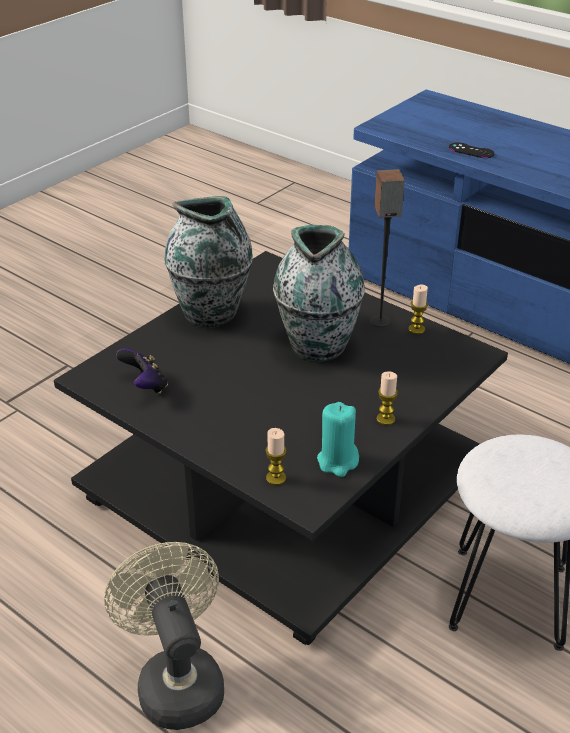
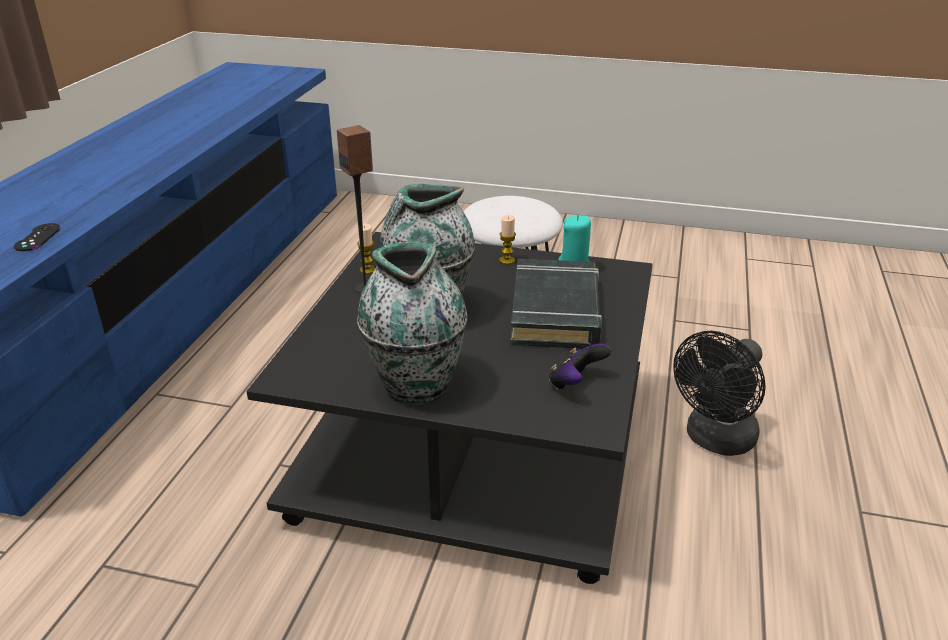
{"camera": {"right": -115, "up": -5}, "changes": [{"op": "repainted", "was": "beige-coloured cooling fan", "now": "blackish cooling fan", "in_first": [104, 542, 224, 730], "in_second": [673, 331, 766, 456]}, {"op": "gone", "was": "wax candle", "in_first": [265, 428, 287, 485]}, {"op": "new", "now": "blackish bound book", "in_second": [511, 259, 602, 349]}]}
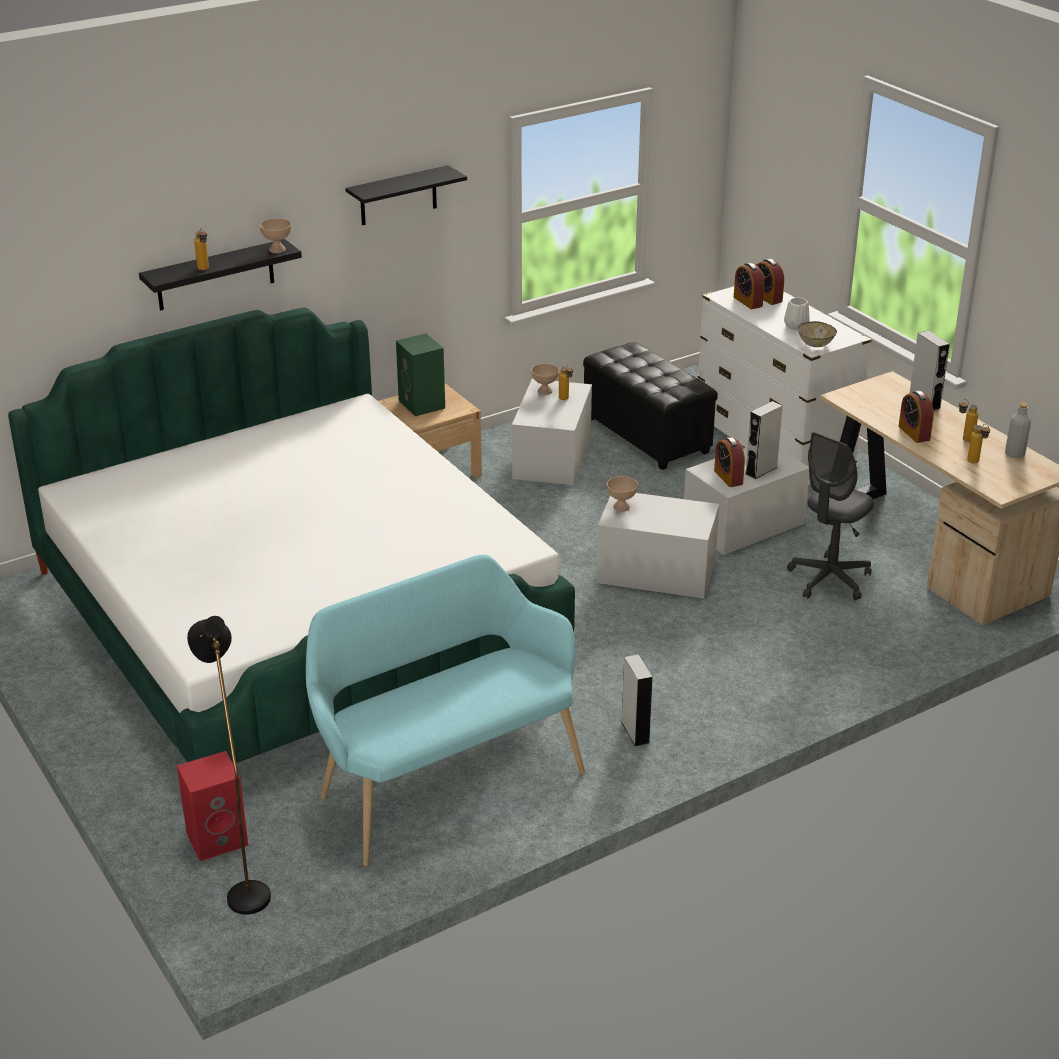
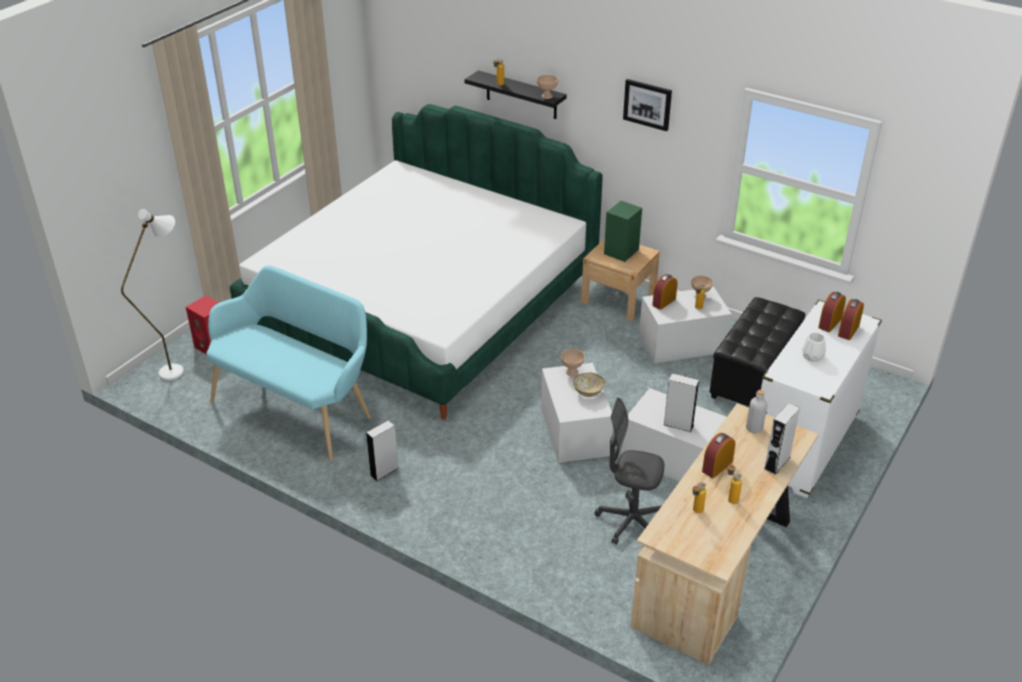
{"camera": {"right": 65, "up": 5}, "changes": [{"op": "repainted", "was": "blackish standard lamp", "now": "white-coloured standard lamp", "in_first": [187, 616, 271, 915], "in_second": [121, 209, 184, 381]}, {"op": "swapped", "was": "blackish wall shelf", "now": "picture", "in_first": [345, 165, 467, 225], "in_second": [623, 79, 672, 131]}, {"op": "shifted", "was": "bedside clock", "in_first": [714, 437, 745, 487], "in_second": [652, 274, 677, 310]}, {"op": "shifted", "was": "bowl", "in_first": [798, 321, 837, 347], "in_second": [573, 373, 605, 397]}, {"op": "shifted", "was": "grey drink bottle", "in_first": [1005, 402, 1031, 458], "in_second": [746, 390, 768, 433]}]}
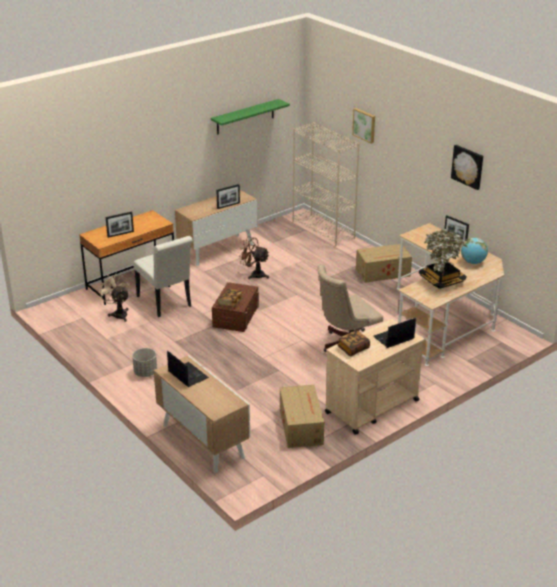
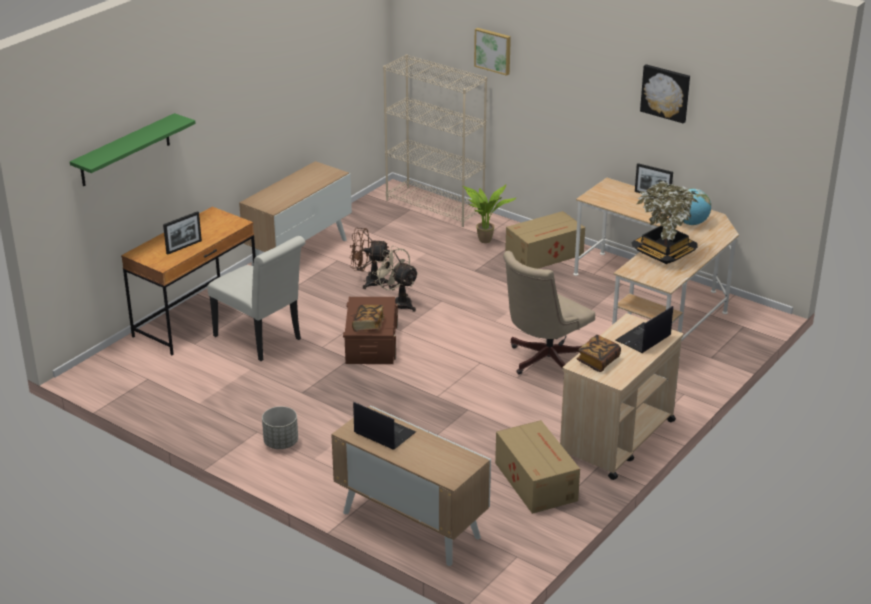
{"camera": {"right": -15, "up": 0}, "changes": [{"op": "shifted", "was": "beige-coloured cooling fan", "in_first": [98, 272, 130, 322], "in_second": [372, 246, 419, 312]}, {"op": "shifted", "was": "greenish wall shelf", "in_first": [211, 99, 290, 135], "in_second": [70, 113, 196, 186]}, {"op": "gone", "was": "photo frame", "in_first": [216, 184, 240, 209]}, {"op": "new", "now": "potted plant", "in_second": [462, 184, 517, 243]}]}
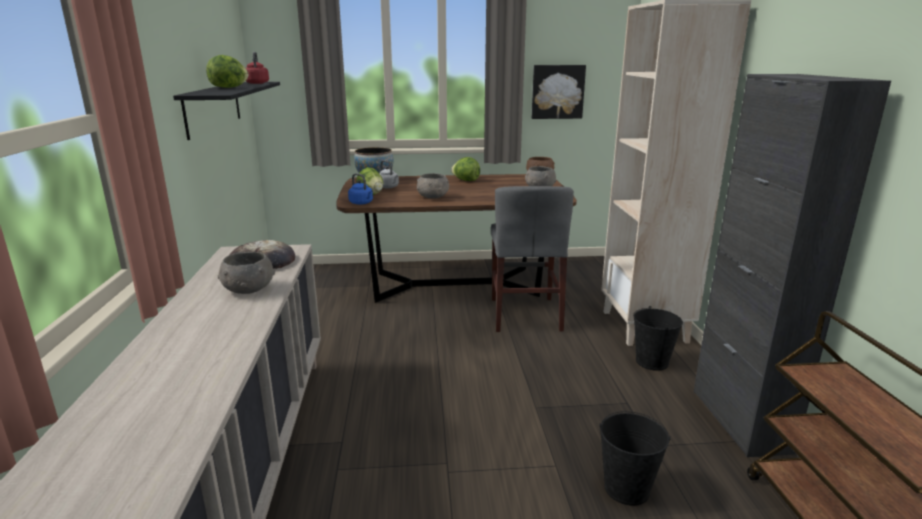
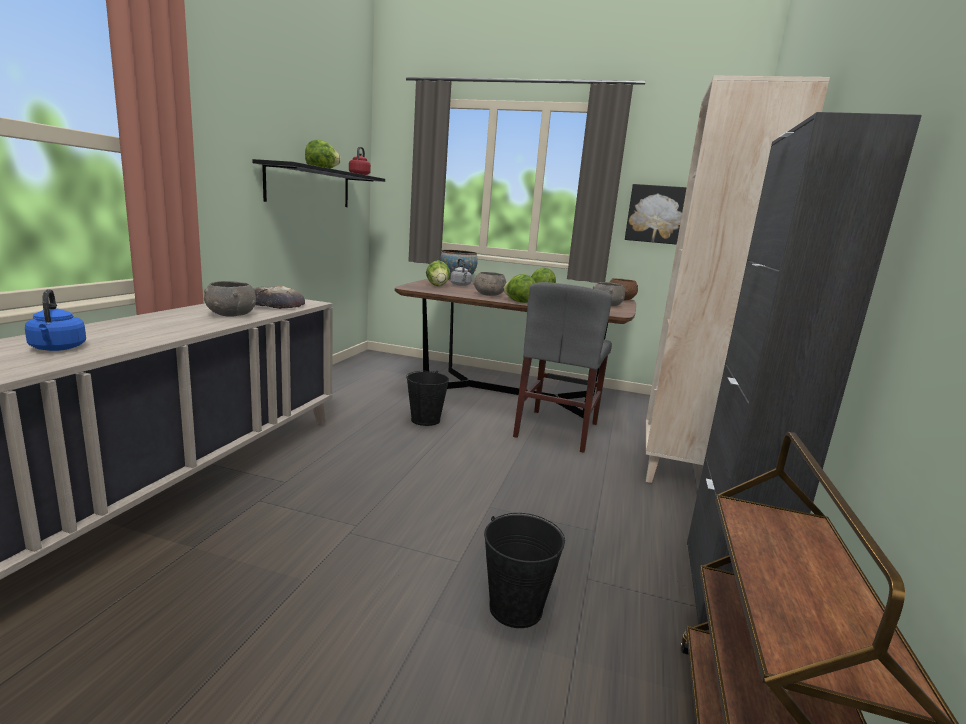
{"camera": {"right": 20, "up": -5}, "changes": [{"op": "shifted", "was": "blue tea kettle", "in_first": [348, 173, 373, 205], "in_second": [25, 289, 86, 351]}, {"op": "shifted", "was": "blackish pail", "in_first": [633, 306, 683, 371], "in_second": [406, 371, 449, 426]}, {"op": "new", "now": "lettuce head", "in_second": [504, 274, 536, 303]}]}
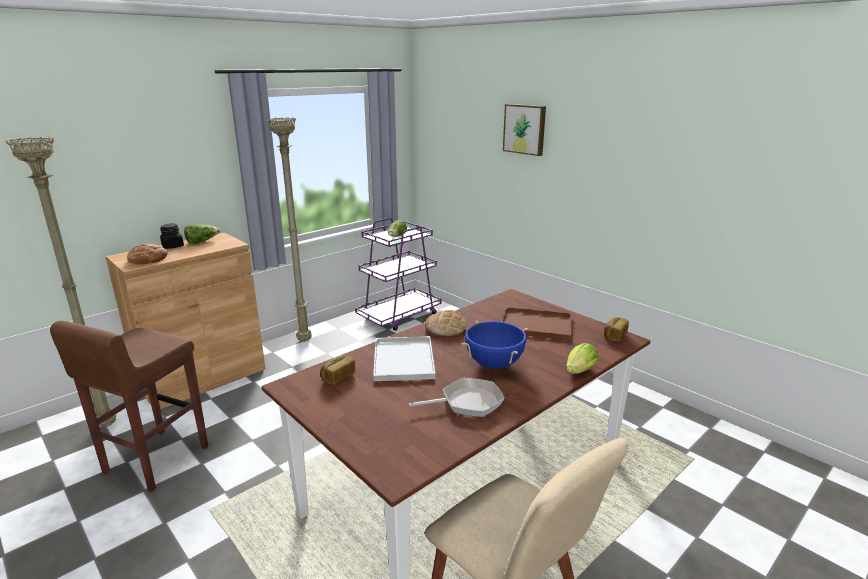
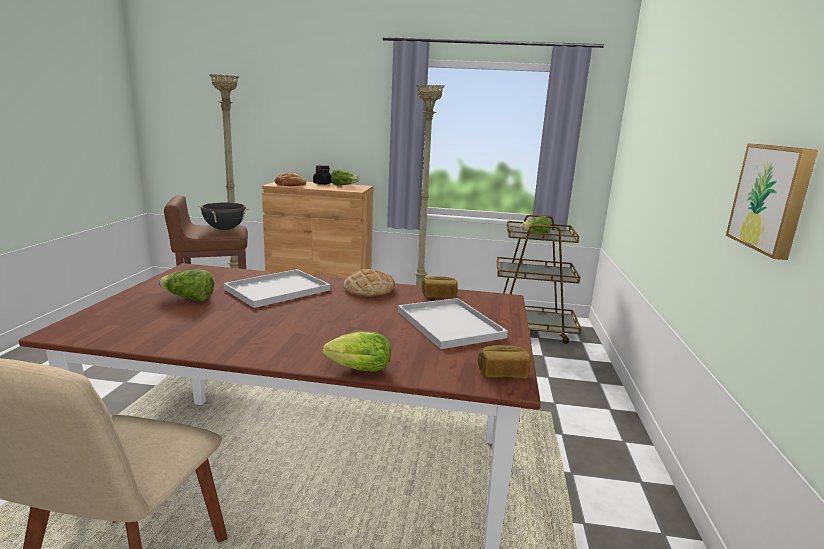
{"camera": {"right": 50, "up": -5}, "changes": [{"op": "shifted", "was": "bakery bread", "in_first": [320, 355, 355, 384], "in_second": [422, 276, 458, 299]}, {"op": "repainted", "was": "purplish trolley", "now": "brownish trolley", "in_first": [355, 218, 442, 331], "in_second": [497, 215, 581, 344]}, {"op": "gone", "was": "frying pan", "in_first": [409, 378, 505, 417]}, {"op": "gone", "was": "blue saucepot", "in_first": [462, 320, 528, 369]}, {"op": "repainted", "was": "brownish carrying tray", "now": "white-coloured carrying tray", "in_first": [502, 307, 572, 340], "in_second": [398, 298, 508, 349]}, {"op": "shifted", "was": "picture", "in_first": [503, 104, 546, 156], "in_second": [726, 144, 818, 260]}, {"op": "new", "now": "lettuce head", "in_second": [158, 269, 214, 301]}, {"op": "new", "now": "blackish saucepot", "in_second": [198, 202, 249, 230]}]}
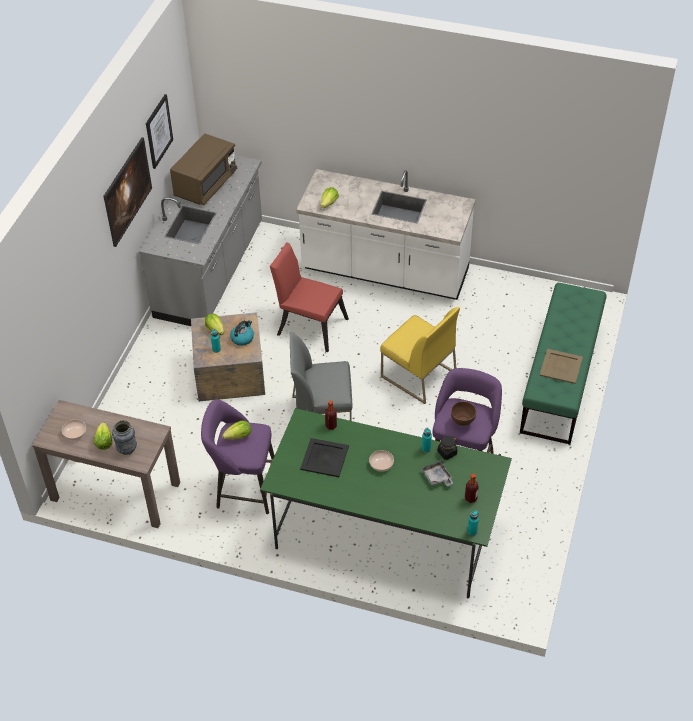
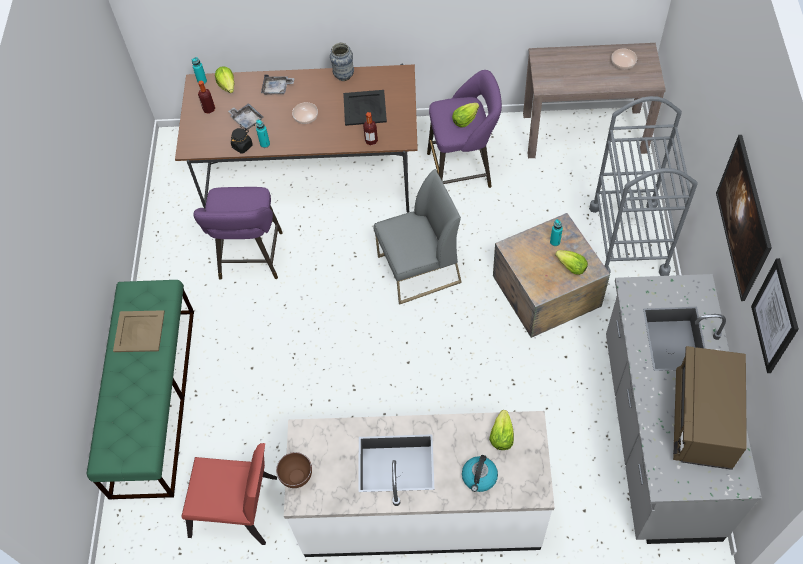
{"camera": {"right": 165, "up": 10}, "changes": [{"op": "shifted", "was": "lettuce head", "in_first": [94, 422, 113, 450], "in_second": [215, 66, 234, 93]}, {"op": "shifted", "was": "flower vase", "in_first": [112, 420, 137, 455], "in_second": [330, 43, 354, 81]}, {"op": "shifted", "was": "tea kettle", "in_first": [230, 320, 254, 346], "in_second": [462, 455, 498, 492]}, {"op": "repainted", "was": "greenish dining table", "now": "brownish dining table", "in_first": [260, 408, 512, 598], "in_second": [175, 63, 418, 213]}, {"op": "shifted", "was": "red chair", "in_first": [270, 242, 349, 352], "in_second": [181, 443, 277, 545]}, {"op": "gone", "was": "yellow chair", "in_first": [380, 307, 460, 404]}, {"op": "shifted", "was": "brownish bowl", "in_first": [451, 401, 476, 426], "in_second": [276, 452, 312, 488]}, {"op": "new", "now": "grey carrying tray", "in_second": [261, 75, 294, 95]}, {"op": "new", "now": "grey trolley", "in_second": [589, 96, 698, 276]}]}
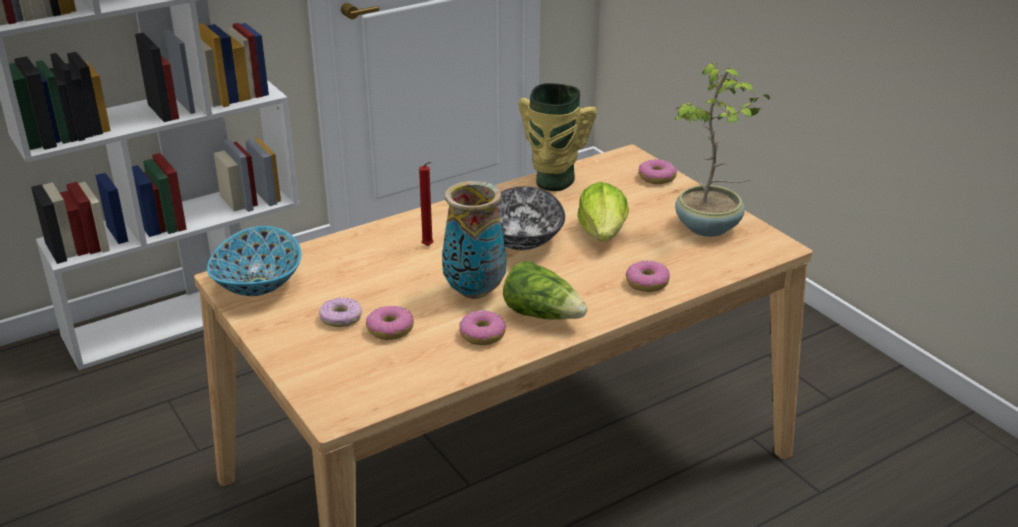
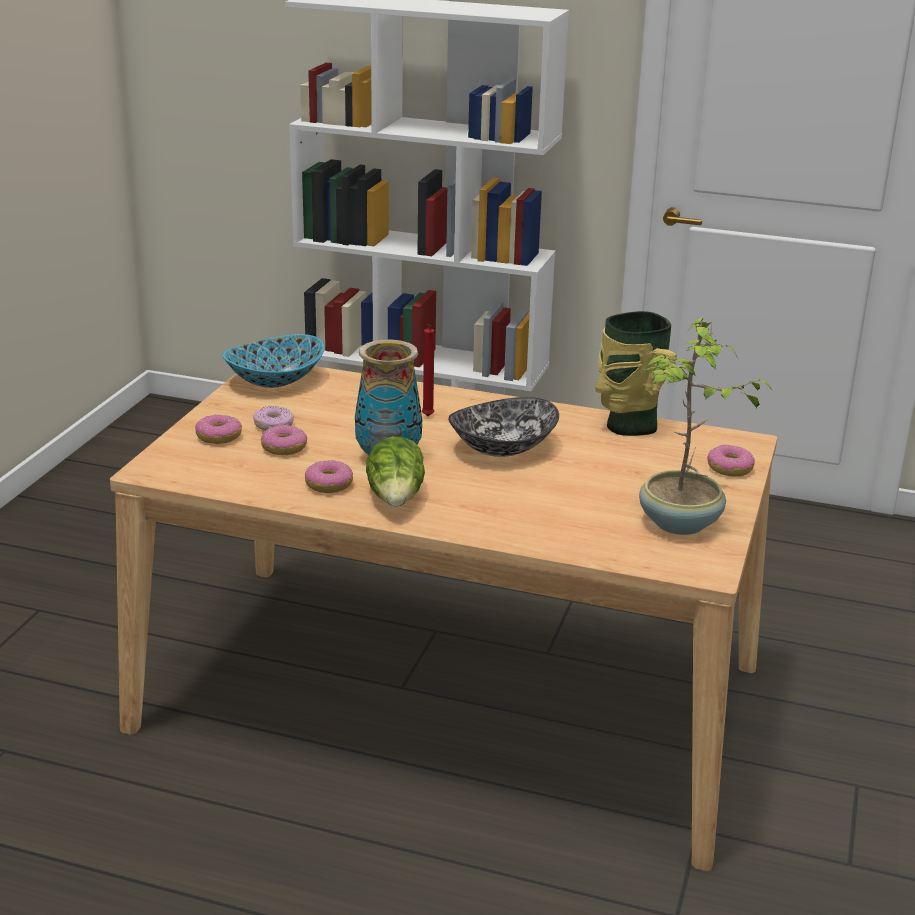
{"camera": {"right": 50, "up": -5}, "changes": [{"op": "gone", "was": "lettuce head", "in_first": [578, 182, 629, 242]}, {"op": "shifted", "was": "ring doughnut", "in_first": [626, 260, 670, 292], "in_second": [195, 414, 242, 444]}]}
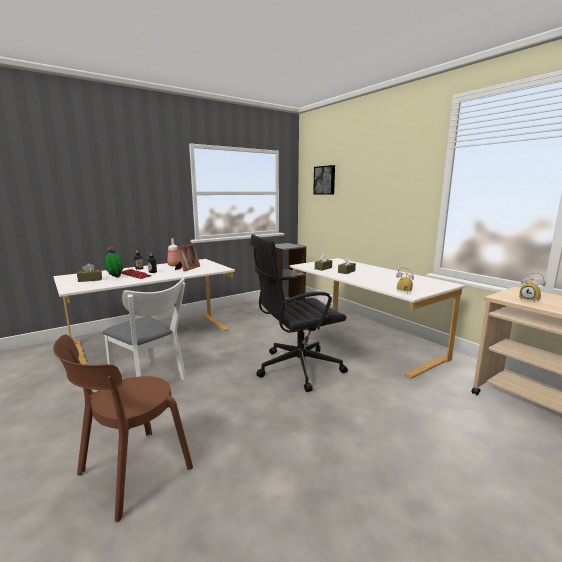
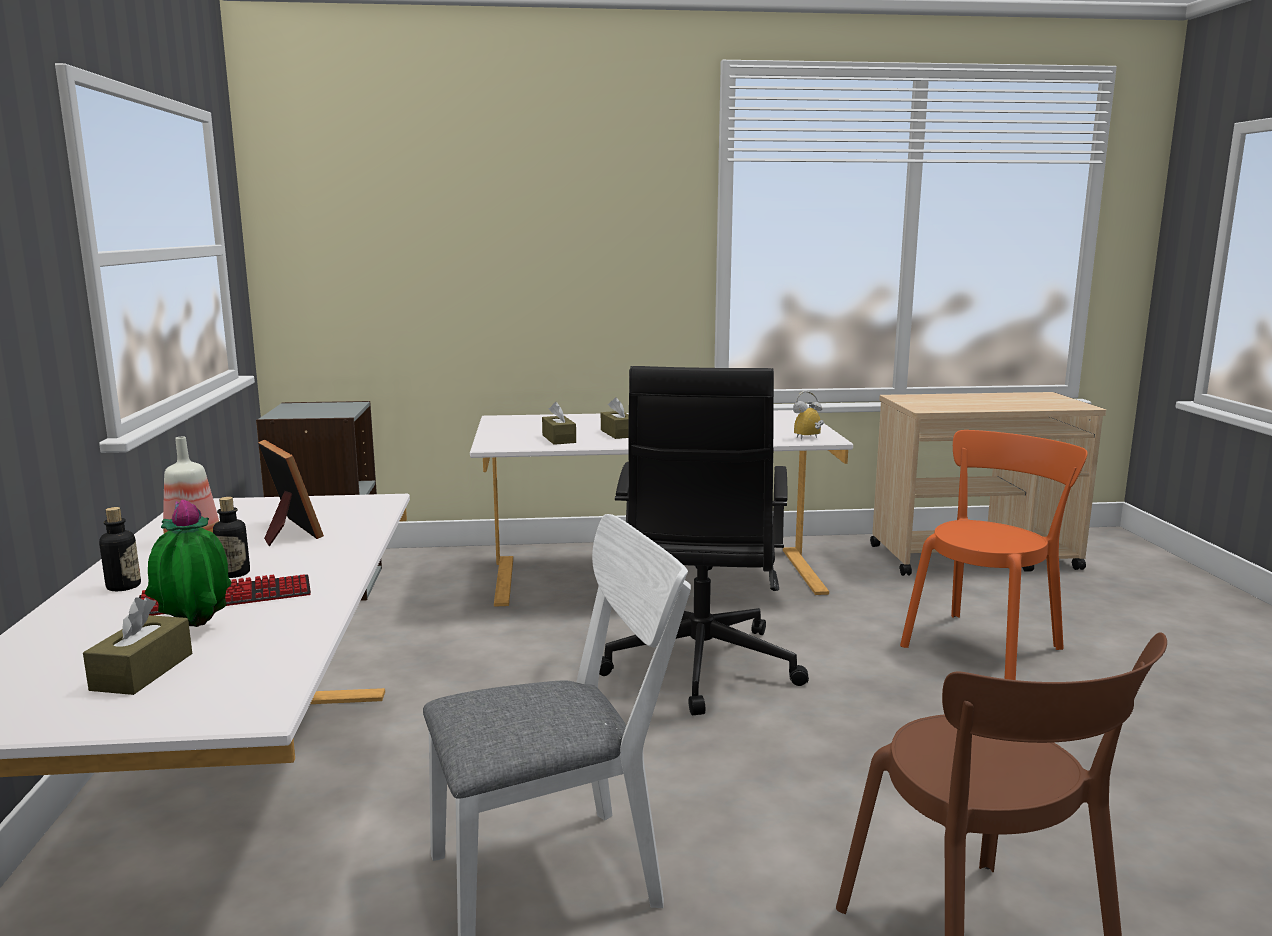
{"camera": {"right": -60, "up": 0}, "changes": [{"op": "gone", "was": "picture", "in_first": [313, 165, 335, 195]}, {"op": "gone", "was": "bedside clock", "in_first": [519, 272, 546, 302]}, {"op": "new", "now": "orange-coloured chair", "in_second": [900, 430, 1088, 680]}]}
